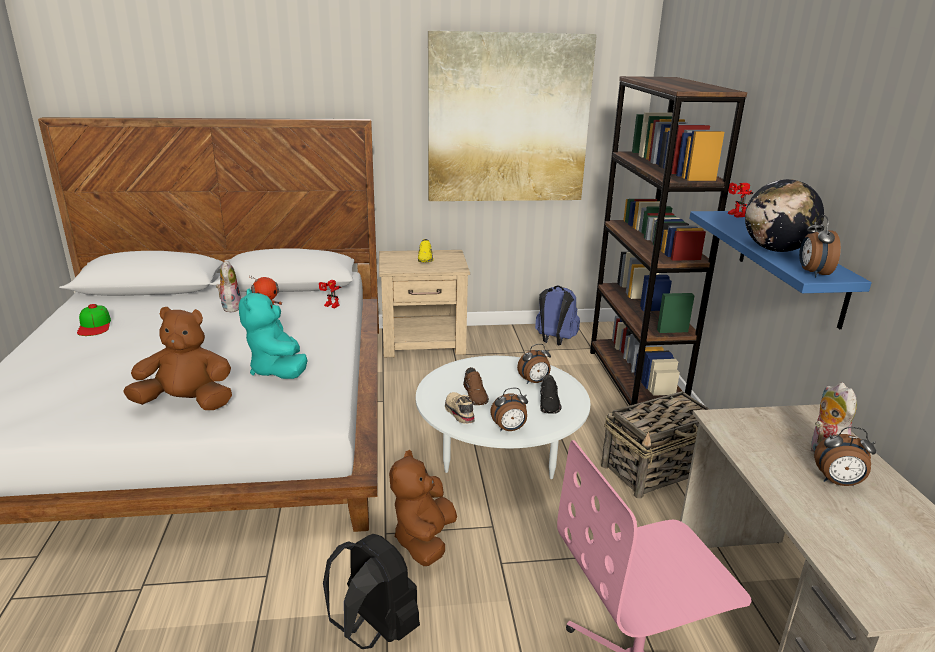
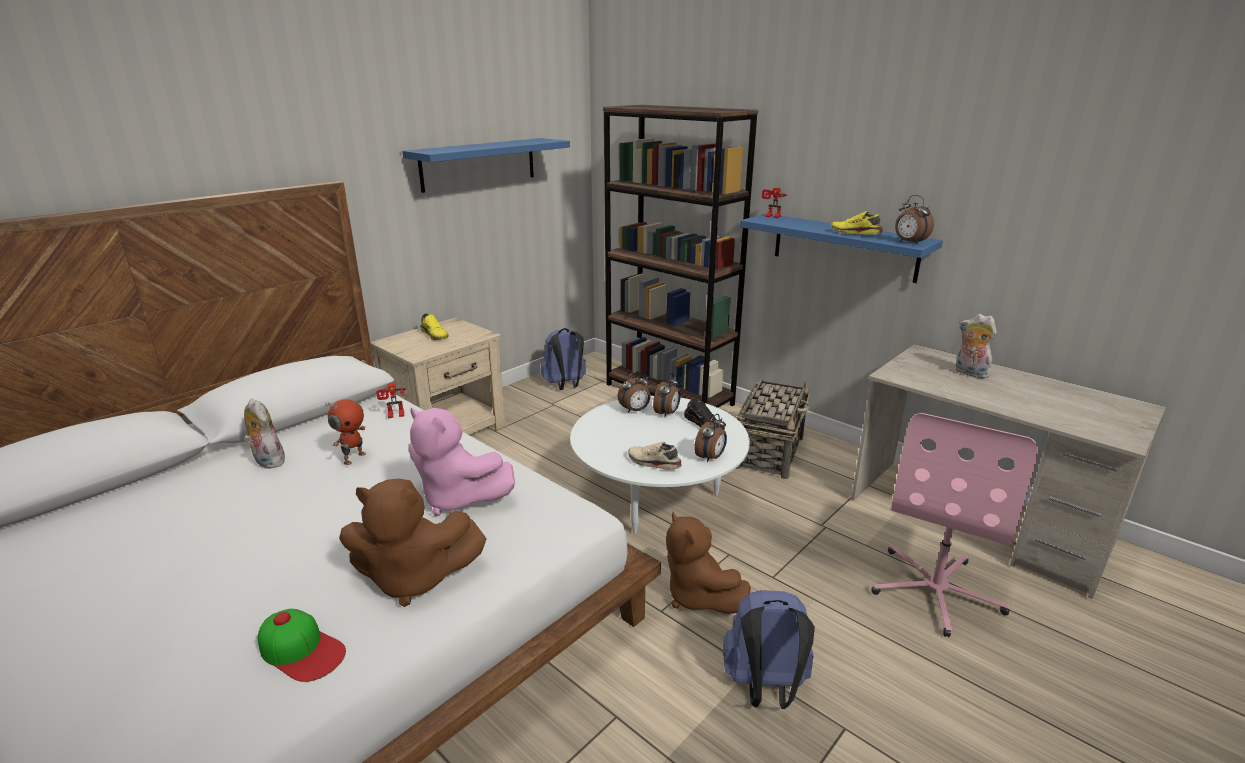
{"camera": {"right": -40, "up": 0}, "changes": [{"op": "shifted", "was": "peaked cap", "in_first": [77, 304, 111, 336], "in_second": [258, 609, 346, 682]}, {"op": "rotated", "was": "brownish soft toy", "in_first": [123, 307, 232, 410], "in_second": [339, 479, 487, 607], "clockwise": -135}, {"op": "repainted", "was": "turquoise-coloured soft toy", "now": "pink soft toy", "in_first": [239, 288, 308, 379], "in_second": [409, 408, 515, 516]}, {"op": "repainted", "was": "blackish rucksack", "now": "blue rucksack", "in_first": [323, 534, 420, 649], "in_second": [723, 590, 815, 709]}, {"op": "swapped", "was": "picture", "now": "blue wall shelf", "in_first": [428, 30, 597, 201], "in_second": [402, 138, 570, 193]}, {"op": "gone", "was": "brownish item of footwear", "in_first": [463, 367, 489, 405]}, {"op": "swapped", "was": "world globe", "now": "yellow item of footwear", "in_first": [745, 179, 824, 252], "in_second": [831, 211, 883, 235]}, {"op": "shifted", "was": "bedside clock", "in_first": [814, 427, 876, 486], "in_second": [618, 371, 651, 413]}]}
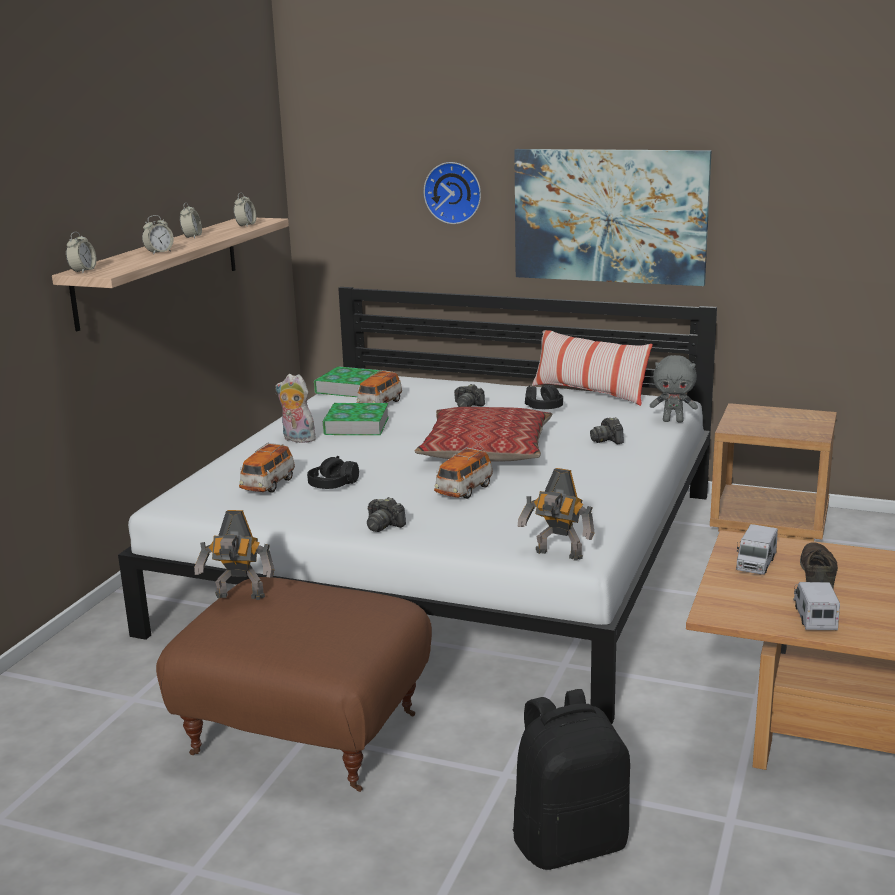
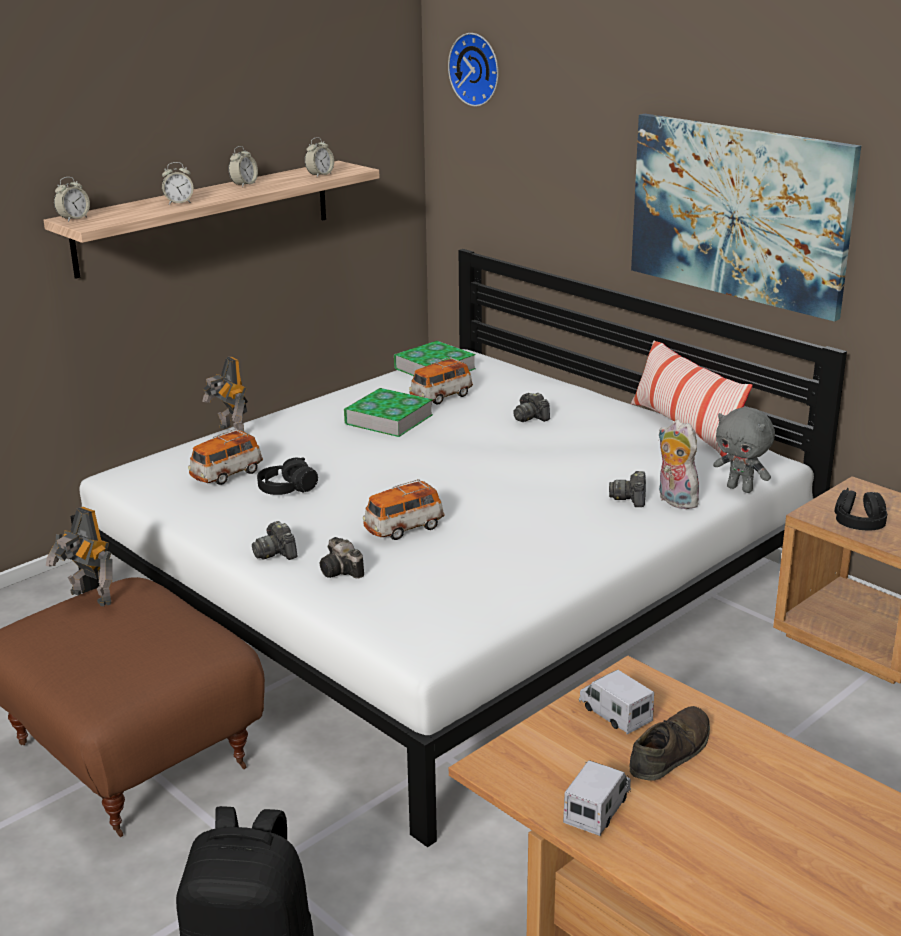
{"camera": {"right": 25, "up": 5}, "changes": [{"op": "shifted", "was": "soft toy", "in_first": [276, 374, 316, 443], "in_second": [659, 420, 700, 509]}, {"op": "gone", "was": "pillow", "in_first": [415, 407, 552, 462]}, {"op": "shifted", "was": "clock on the wall", "in_first": [424, 162, 481, 224], "in_second": [448, 33, 498, 107]}, {"op": "shifted", "was": "model robot", "in_first": [518, 468, 595, 560], "in_second": [202, 357, 248, 431]}, {"op": "shifted", "was": "blackish headset", "in_first": [525, 385, 563, 409], "in_second": [834, 488, 887, 530]}, {"op": "rotated", "was": "model truck", "in_first": [736, 524, 778, 575], "in_second": [579, 670, 654, 734], "clockwise": 90}, {"op": "new", "now": "photo camera", "in_second": [320, 537, 364, 579]}]}
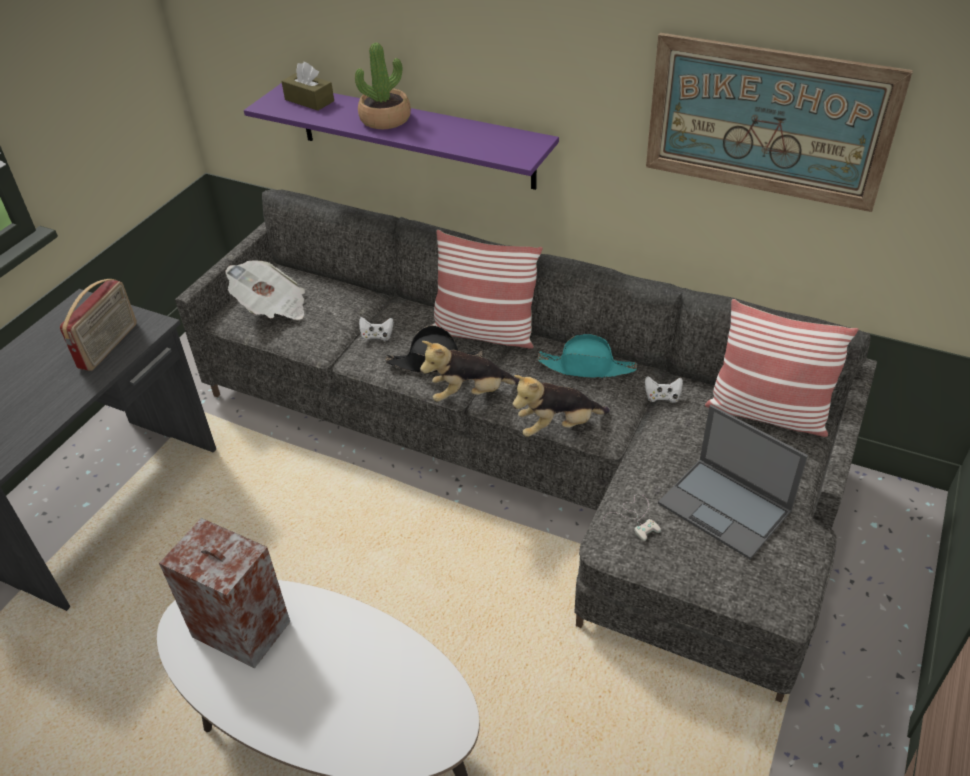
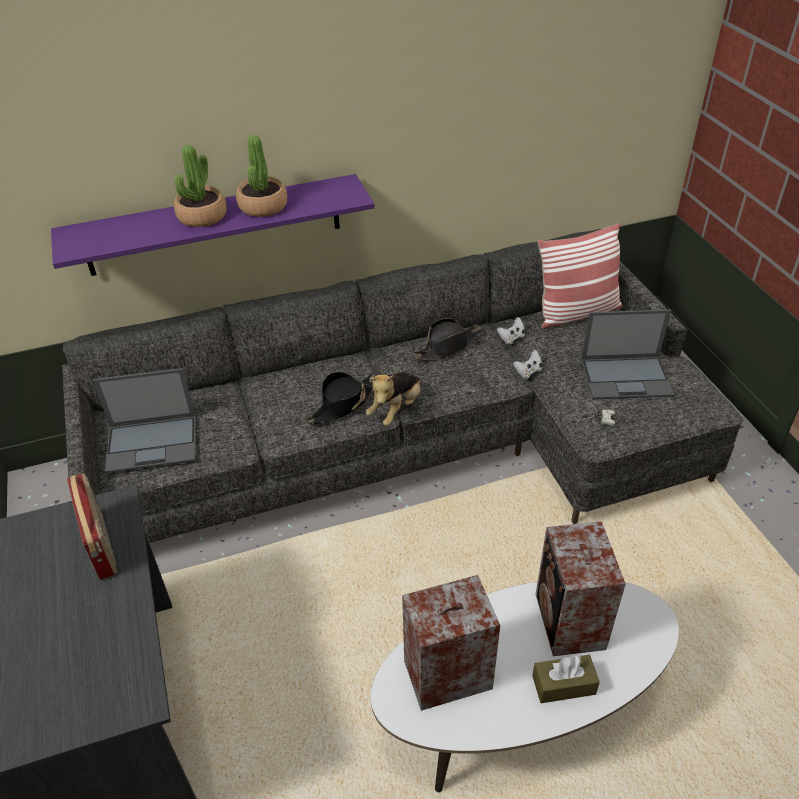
{"camera": {"right": -45, "up": 0}, "changes": [{"op": "swapped", "was": "daily paper", "now": "notebook computer", "in_first": [225, 260, 305, 320], "in_second": [93, 368, 196, 473]}, {"op": "shifted", "was": "brownish box of tissues", "in_first": [281, 62, 334, 111], "in_second": [532, 655, 600, 703]}, {"op": "shifted", "was": "white-coloured gamepad", "in_first": [359, 317, 394, 341], "in_second": [513, 350, 543, 379]}, {"op": "gone", "was": "pillow", "in_first": [432, 230, 543, 349]}, {"op": "gone", "was": "soft toy", "in_first": [512, 375, 610, 437]}, {"op": "repainted", "was": "turquoise-coloured wearable hat", "now": "blackish wearable hat", "in_first": [537, 334, 637, 377], "in_second": [413, 318, 482, 360]}, {"op": "gone", "was": "picture", "in_first": [646, 33, 913, 212]}, {"op": "new", "now": "potted plant", "in_second": [236, 135, 287, 217]}, {"op": "new", "now": "speaker", "in_second": [536, 521, 626, 656]}]}
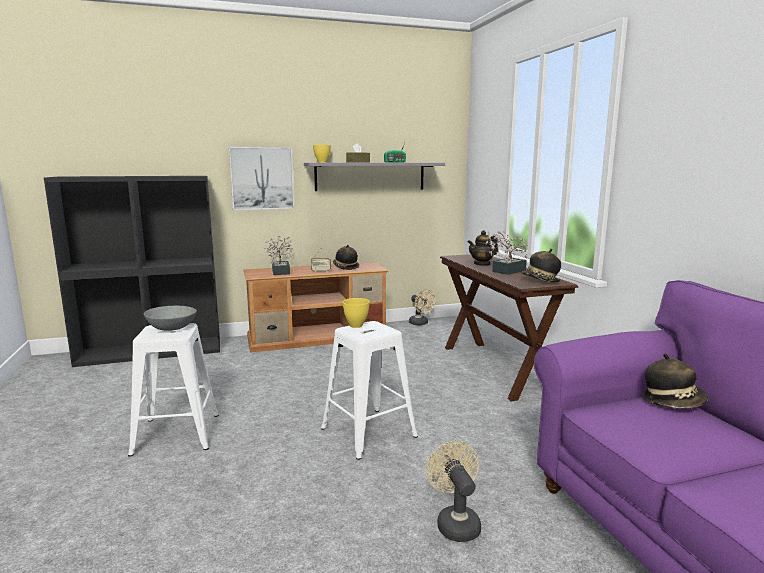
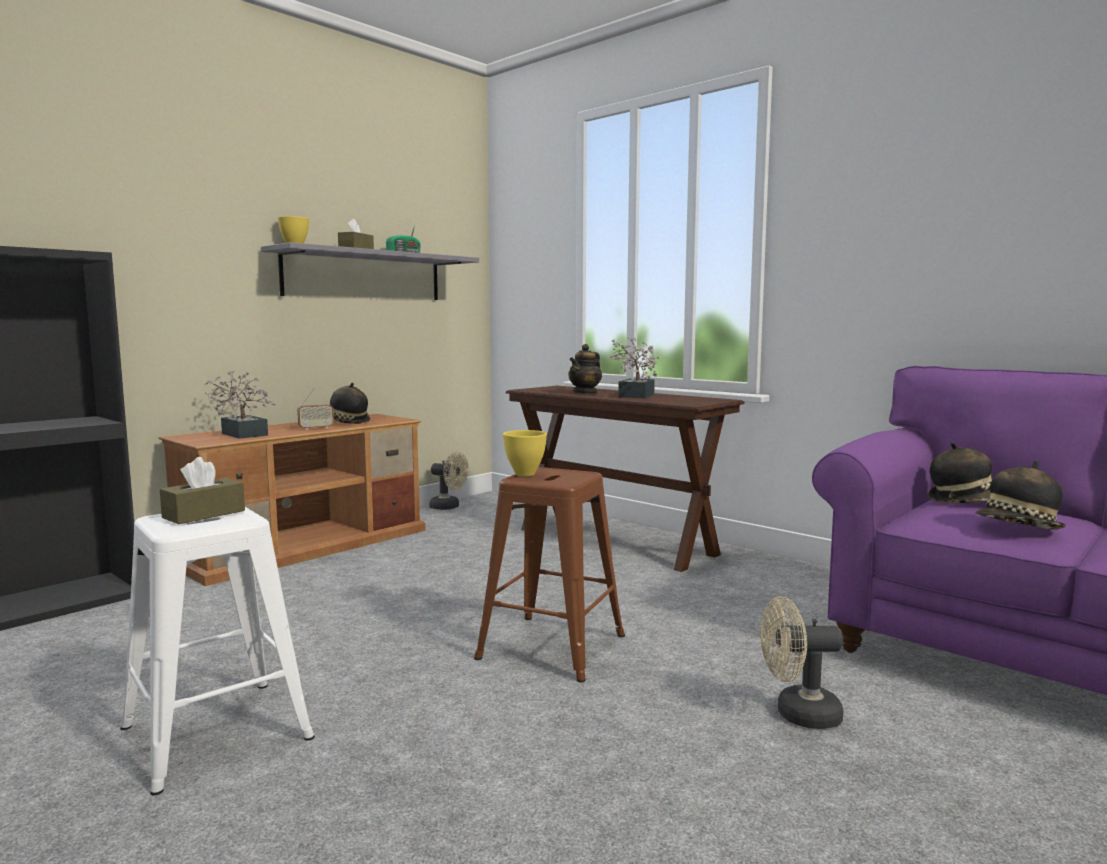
{"camera": {"right": -30, "up": -5}, "changes": [{"op": "swapped", "was": "grey bowl", "now": "brownish box of tissues", "in_first": [144, 306, 197, 331], "in_second": [160, 457, 245, 524]}, {"op": "gone", "was": "picture", "in_first": [229, 147, 294, 210]}, {"op": "repainted", "was": "white-coloured sitting stool", "now": "brownish sitting stool", "in_first": [321, 321, 418, 460], "in_second": [474, 467, 625, 683]}, {"op": "rotated", "was": "beige-coloured cooling fan", "in_first": [426, 441, 481, 542], "in_second": [760, 596, 843, 729], "clockwise": -45}, {"op": "shifted", "was": "wearable hat", "in_first": [521, 249, 561, 283], "in_second": [975, 460, 1066, 530]}]}
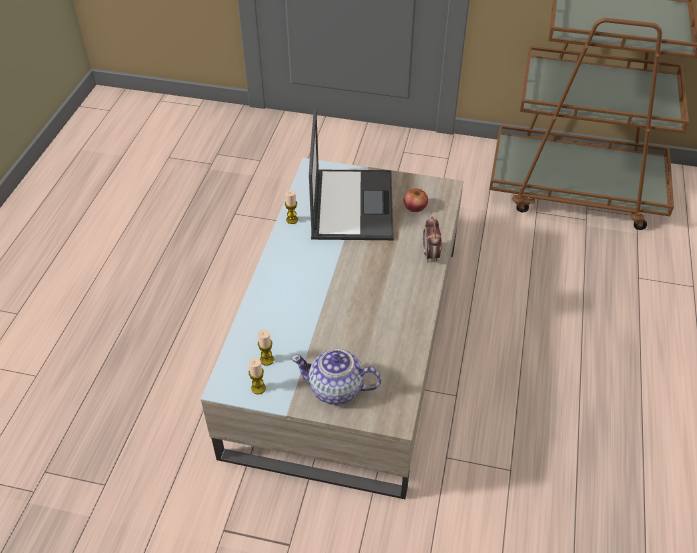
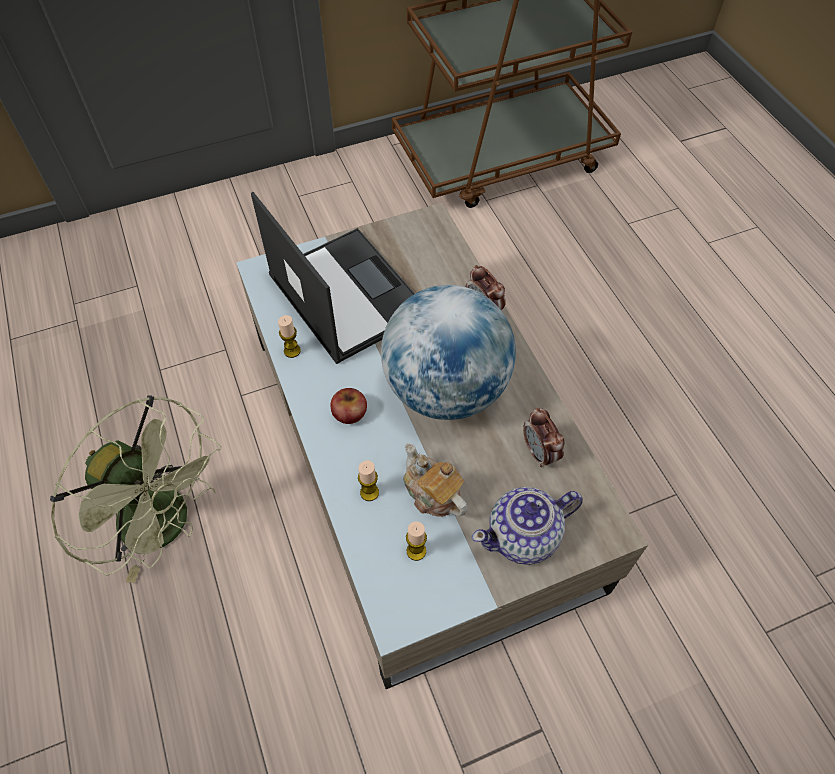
{"camera": {"right": -35, "up": 10}, "changes": [{"op": "shifted", "was": "wax candle", "in_first": [249, 358, 266, 394], "in_second": [358, 460, 379, 501]}, {"op": "shifted", "was": "apple", "in_first": [404, 189, 428, 212], "in_second": [331, 388, 367, 424]}, {"op": "new", "now": "greenish cooling fan", "in_second": [50, 395, 221, 583]}, {"op": "new", "now": "world globe", "in_second": [381, 285, 516, 420]}, {"op": "new", "now": "tea pot", "in_second": [404, 443, 468, 517]}, {"op": "new", "now": "bedside clock", "in_second": [523, 407, 564, 467]}]}
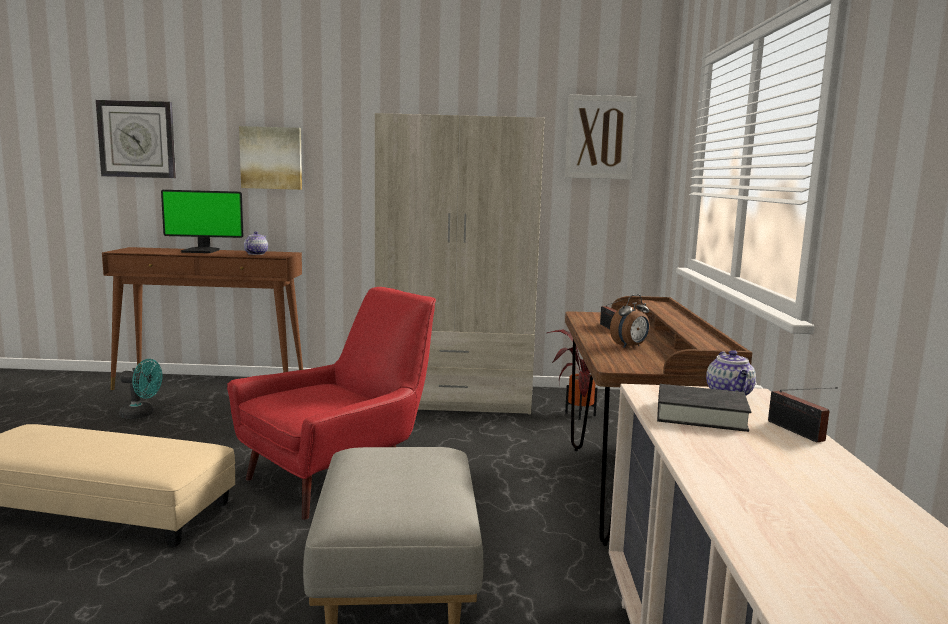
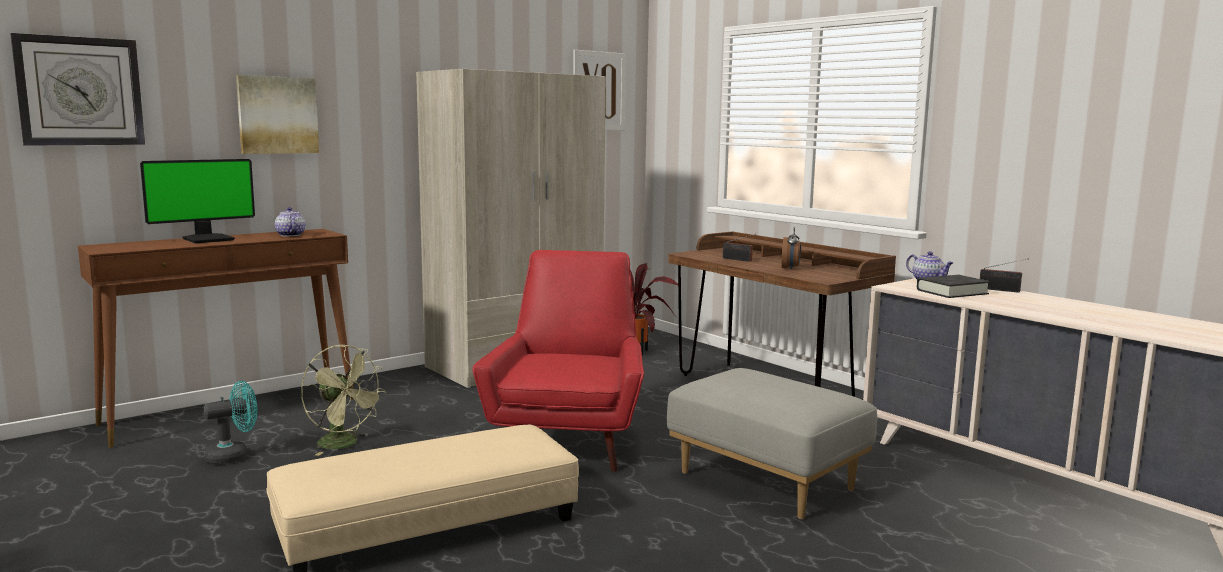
{"camera": {"right": -40, "up": 0}, "changes": [{"op": "new", "now": "greenish cooling fan", "in_second": [301, 345, 386, 456]}]}
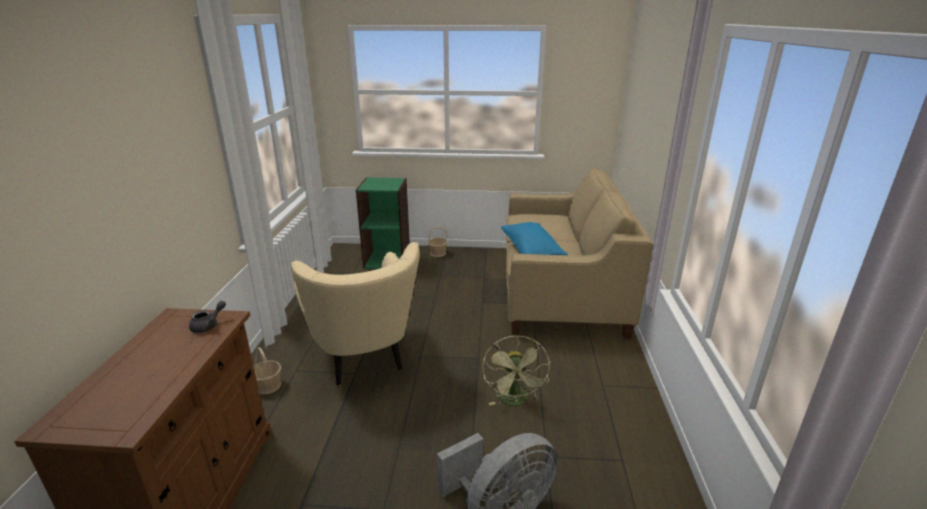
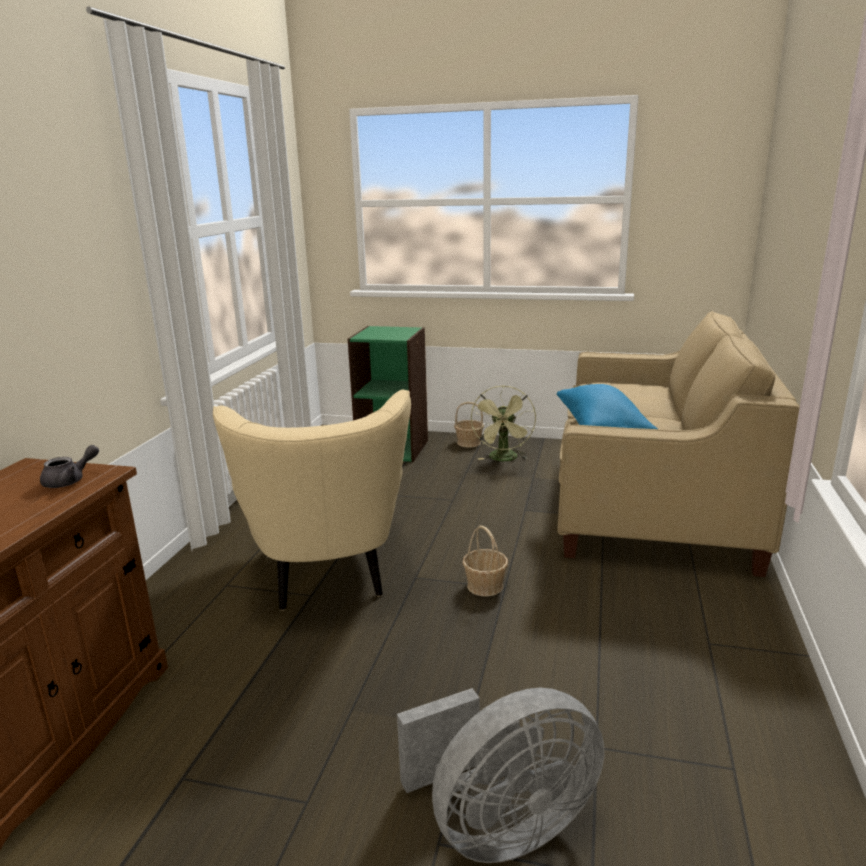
{"camera": {"right": 10, "up": -5}, "changes": [{"op": "shifted", "was": "household basket", "in_first": [254, 347, 281, 394], "in_second": [463, 526, 508, 596]}, {"op": "shifted", "was": "greenish cooling fan", "in_first": [482, 336, 550, 407], "in_second": [471, 386, 536, 461]}]}
